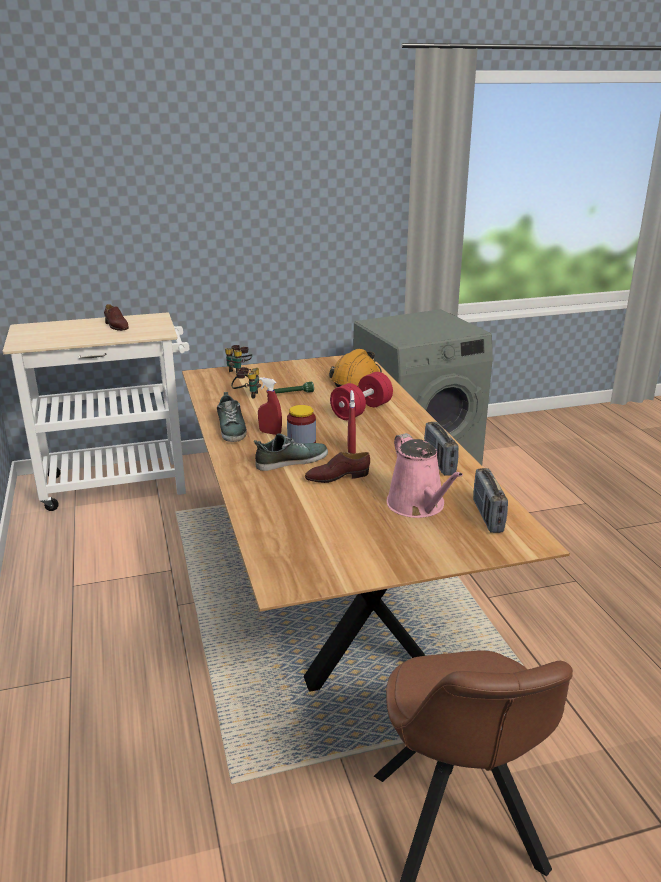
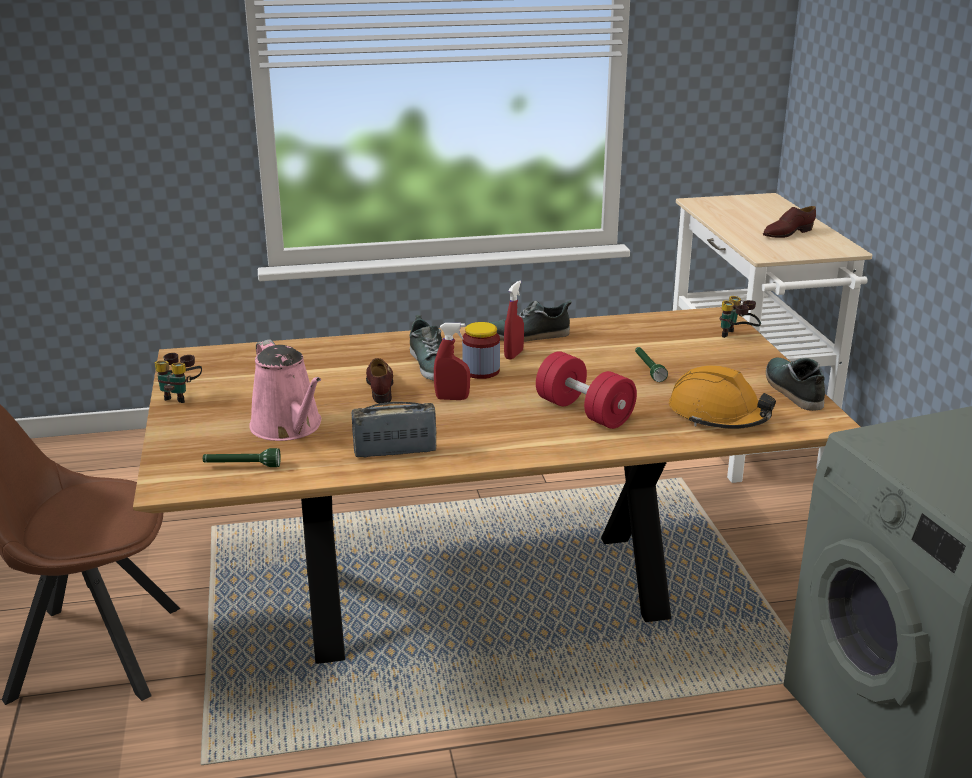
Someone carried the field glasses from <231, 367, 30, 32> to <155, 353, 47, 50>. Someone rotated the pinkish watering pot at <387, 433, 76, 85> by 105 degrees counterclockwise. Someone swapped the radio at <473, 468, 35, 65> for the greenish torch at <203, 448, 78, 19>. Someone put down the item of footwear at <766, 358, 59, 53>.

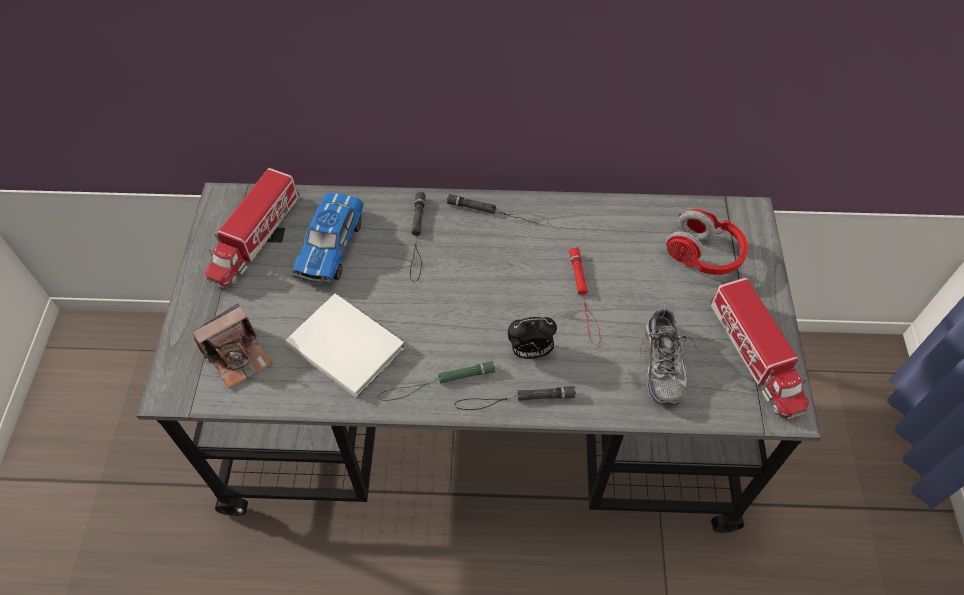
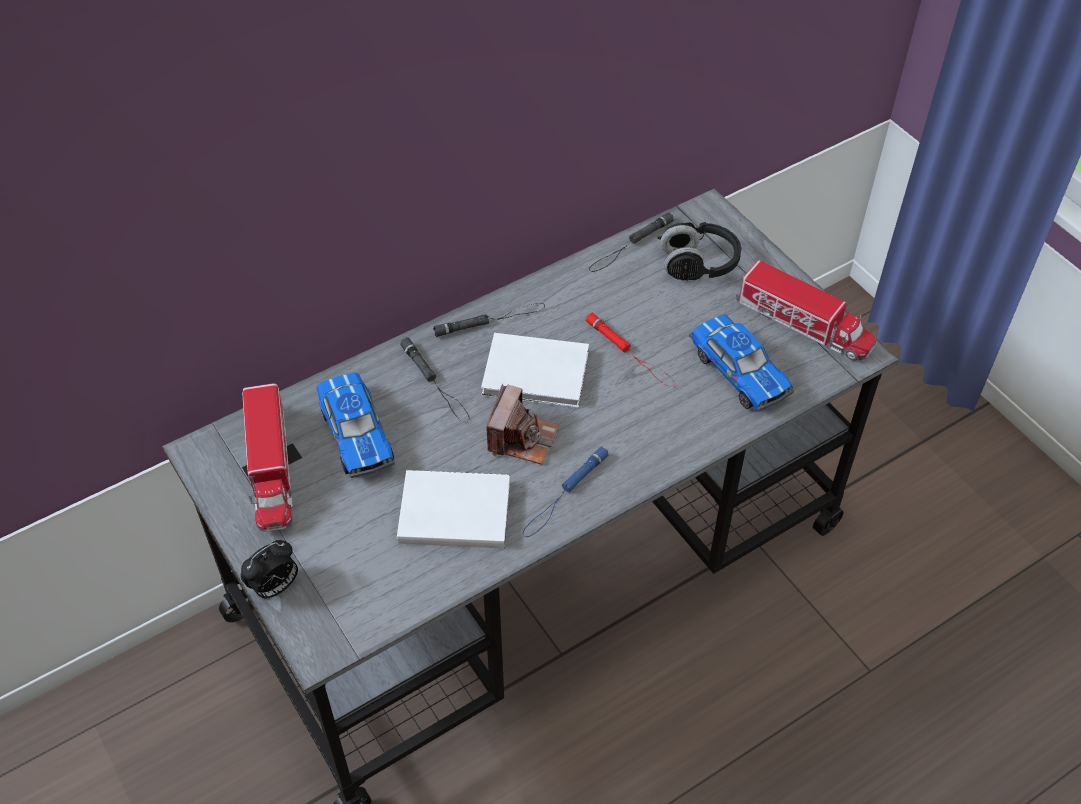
Someone repainted the red pair of headphones at <666, 209, 82, 66>, which became the black pair of headphones at <658, 222, 83, 59>. Someone swapped the item of footwear at <640, 302, 59, 104> for the model car at <689, 314, 105, 97>. Someone carried the still camera from <192, 303, 80, 86> to <486, 384, 73, 81>. Someone carried the bedside clock from <508, 317, 49, 42> to <241, 540, 57, 59>. Someone repainted the greenish torch at <378, 361, 117, 40>, which became the blue torch at <523, 446, 86, 91>. Someone carried the black torch from <454, 386, 122, 24> to <589, 212, 85, 60>. Someone put down the whitish bound book at <481, 333, 108, 75>.

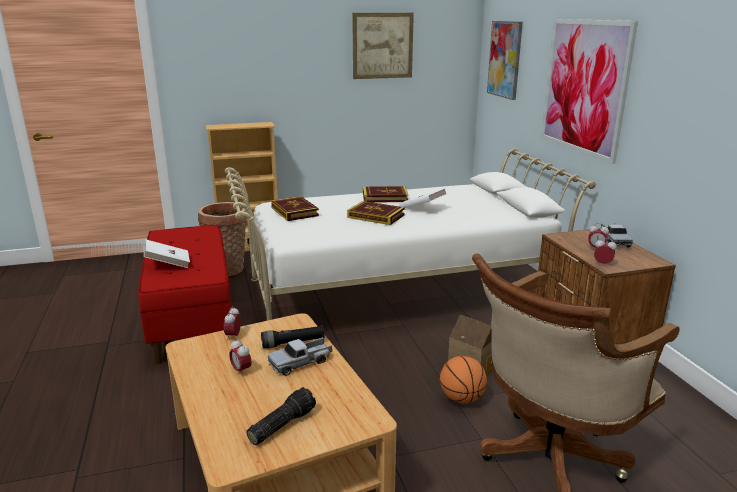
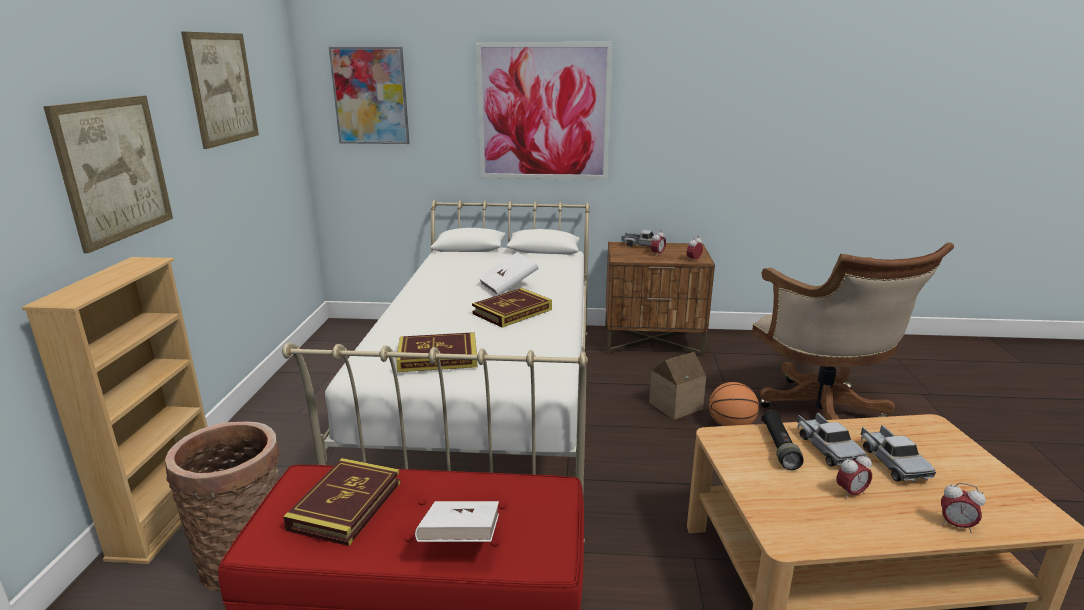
Someone carried the bound book from <363, 186, 45, 17> to <283, 458, 118, 88>. Someone carried the bedside clock from <224, 306, 17, 35> to <941, 483, 45, 50>. Someone took away the torch at <247, 387, 69, 58>. Someone put up the picture at <43, 96, 130, 157>. Someone put down the toy lorry at <861, 425, 75, 57>.

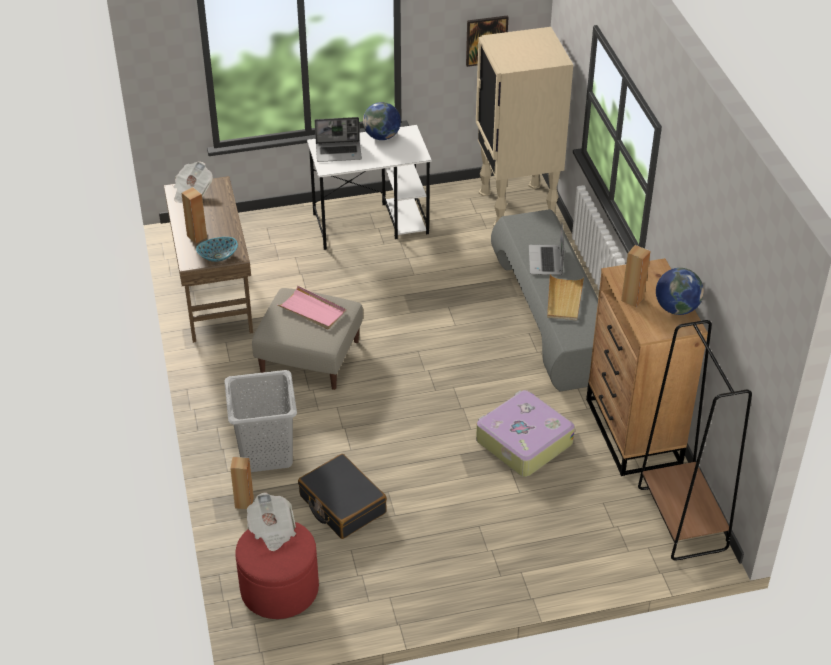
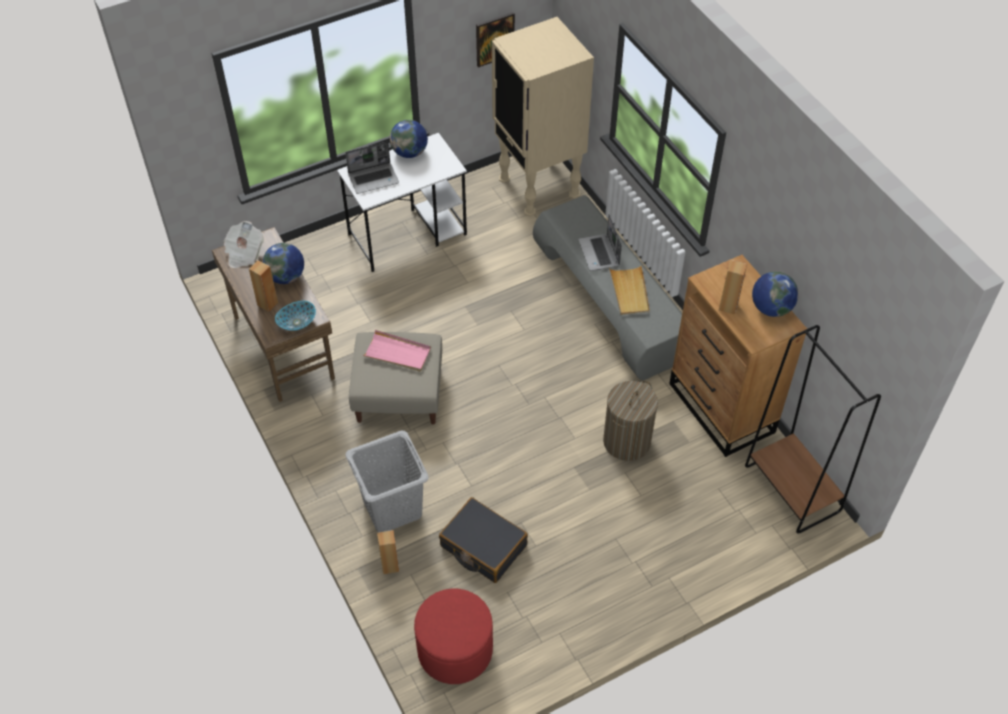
Someone swapped the piece of luggage at <476, 390, 99, 87> for the laundry basket at <603, 381, 55, 80>. Someone took away the newspaper at <247, 492, 49, 59>. Someone put down the desk globe at <263, 243, 41, 41>.

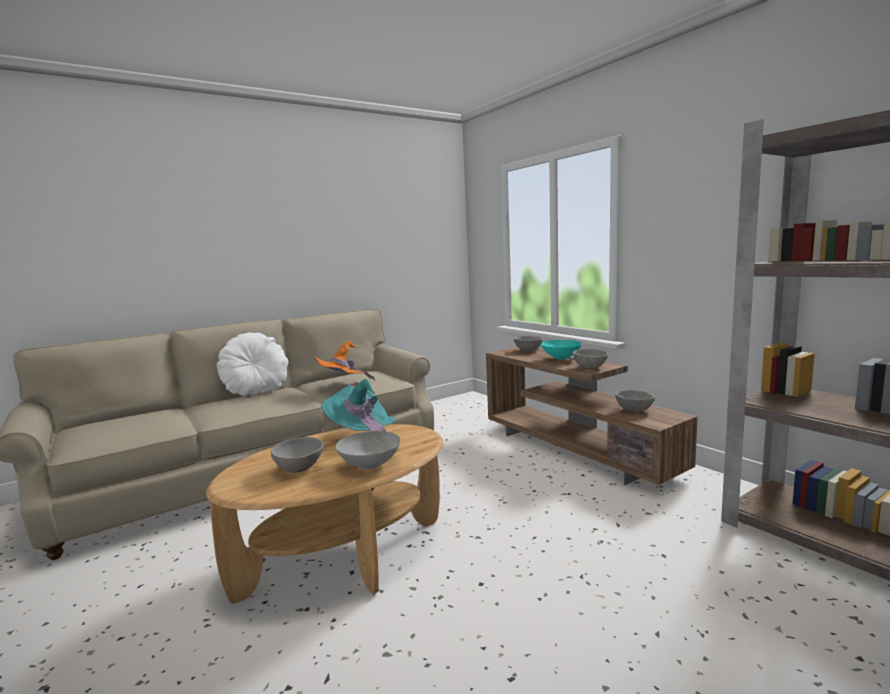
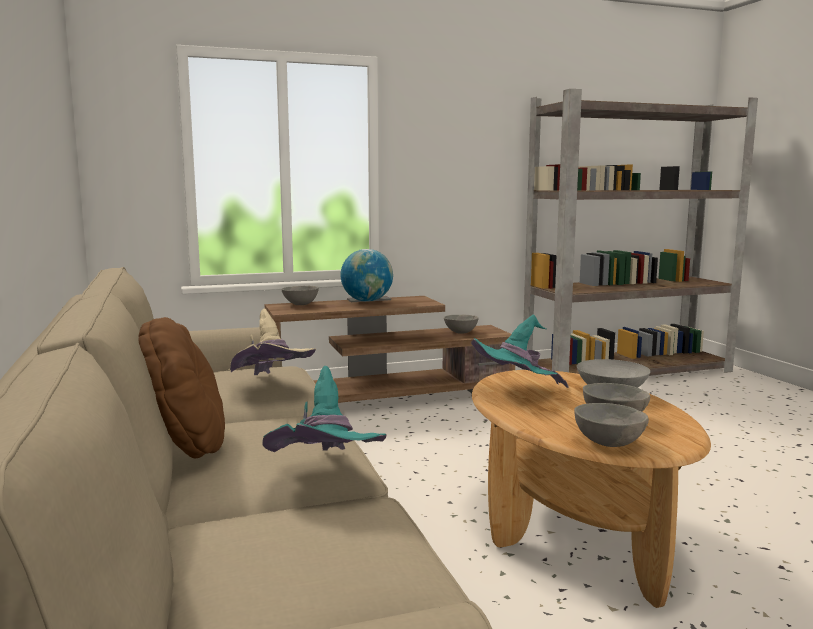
Someone repainted the whitish throw pillow at <217, 332, 71, 64>, which became the brown throw pillow at <138, 317, 87, 141>. Someone repainted the orangey wearable hat at <314, 340, 61, 41>, which became the beige-coloured wearable hat at <229, 308, 87, 67>. Someone swapped the blue-green deep dish at <541, 340, 41, 19> for the desk globe at <340, 249, 53, 53>. Someone carried the gray deep dish from <573, 349, 35, 20> to <574, 403, 75, 44>. Someone put down the blue-green wearable hat at <262, 366, 124, 86>.

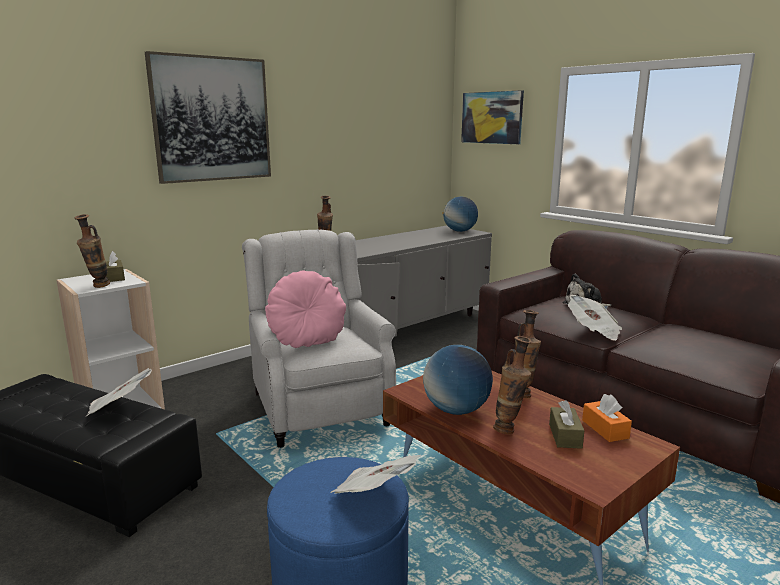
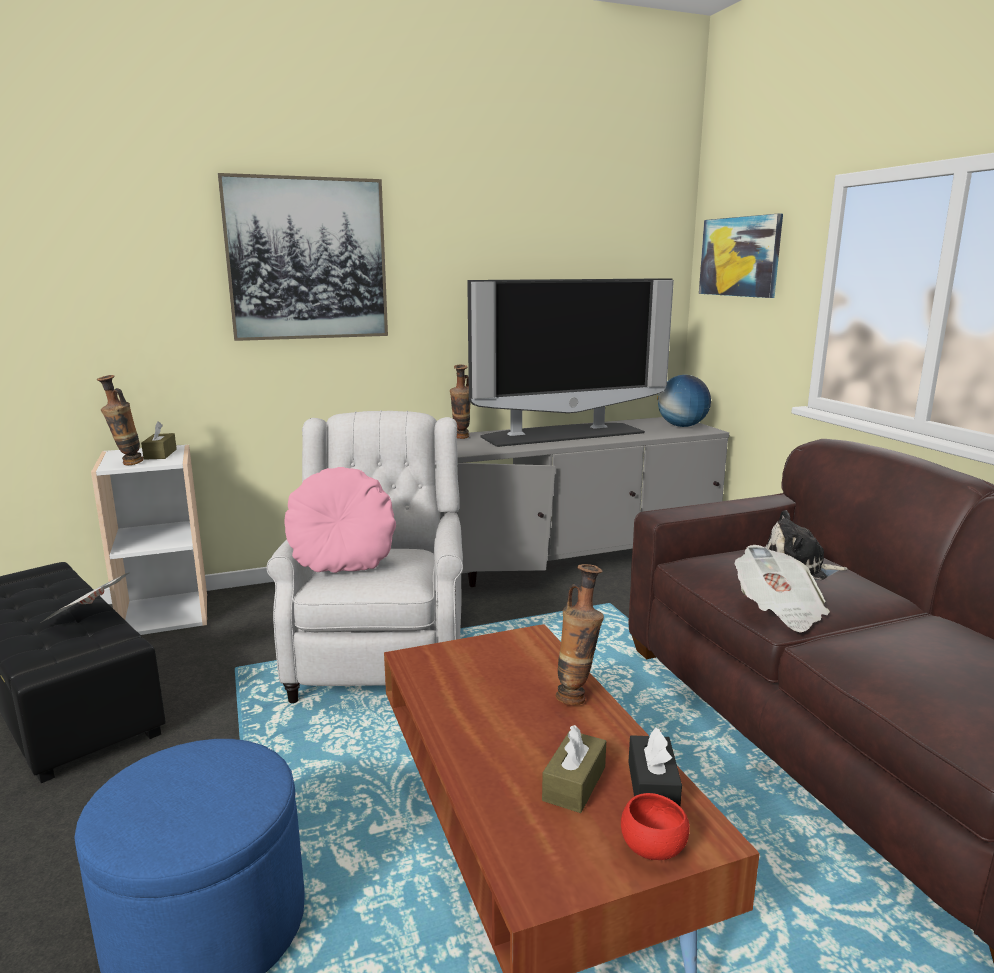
Someone took away the flower vase at <493, 336, 39, 98>. Someone took away the desk globe at <423, 345, 70, 70>. Someone repainted the orangey box of tissues at <582, 394, 50, 48>, which became the black box of tissues at <628, 727, 54, 79>. Someone took away the newspaper at <330, 455, 91, 38>. Someone put down the TV set at <467, 278, 207, 169>. Someone put down the red deep dish at <621, 793, 69, 67>.

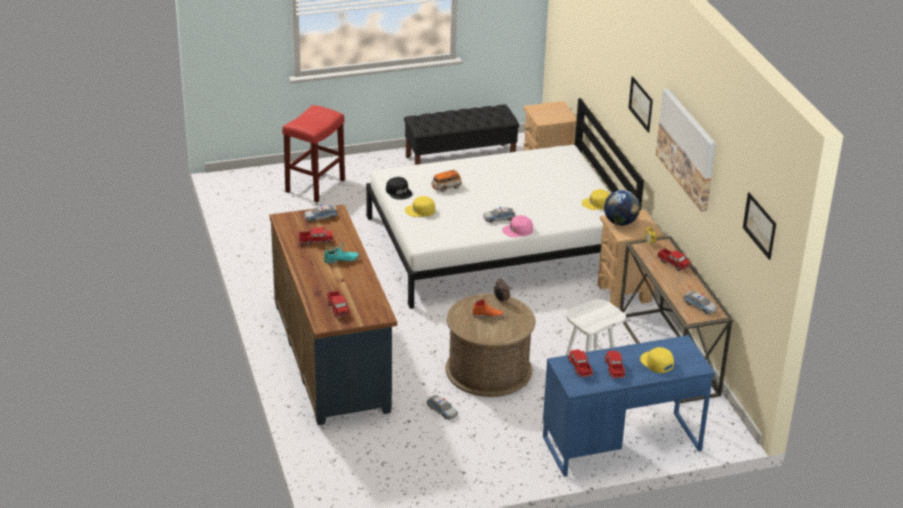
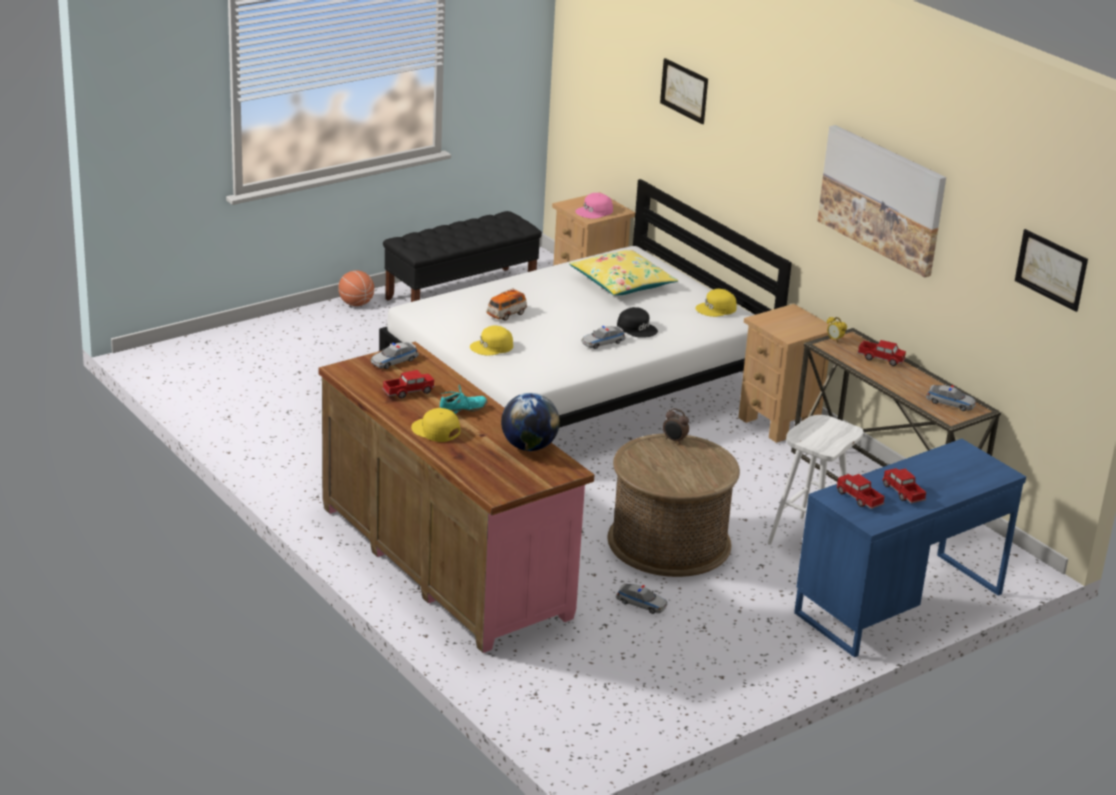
Someone carried the picture from <628, 76, 25, 57> to <660, 58, 48, 66>. Someone took away the red stool at <282, 105, 63, 98>. Someone carried the black cap from <386, 177, 26, 23> to <617, 307, 41, 31>. Someone carried the desk globe from <604, 190, 36, 36> to <501, 393, 59, 58>. Someone repainted the blue drawer chest at <270, 204, 127, 221>, which became the pinkish drawer chest at <318, 342, 276, 311>. Someone carried the pinkish cap from <502, 215, 31, 22> to <575, 193, 38, 26>. Someone took away the toy lorry at <327, 291, 23, 26>. Someone took away the orangey item of footwear at <472, 299, 32, 19>. Someone carried the yellow cap from <640, 347, 34, 26> to <411, 408, 49, 34>. Someone put down the yellow throw pillow at <569, 250, 109, 45>. Someone put down the basketball ball at <338, 271, 36, 35>.

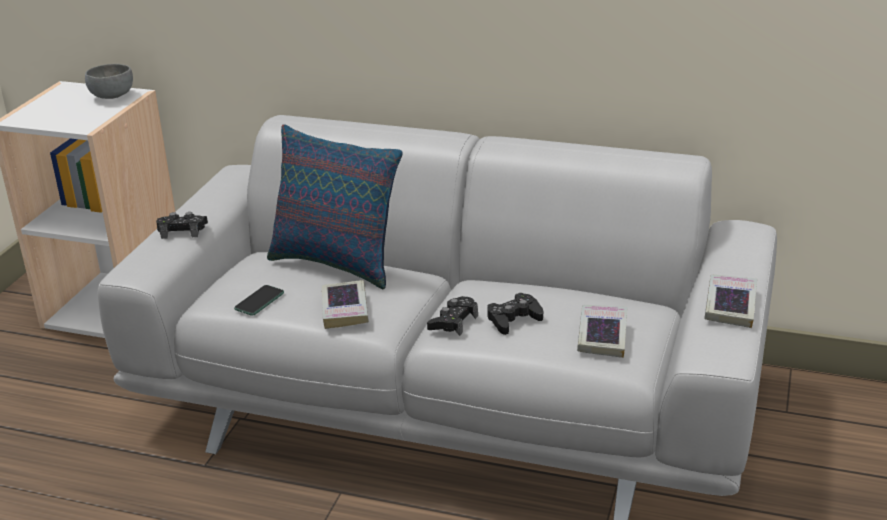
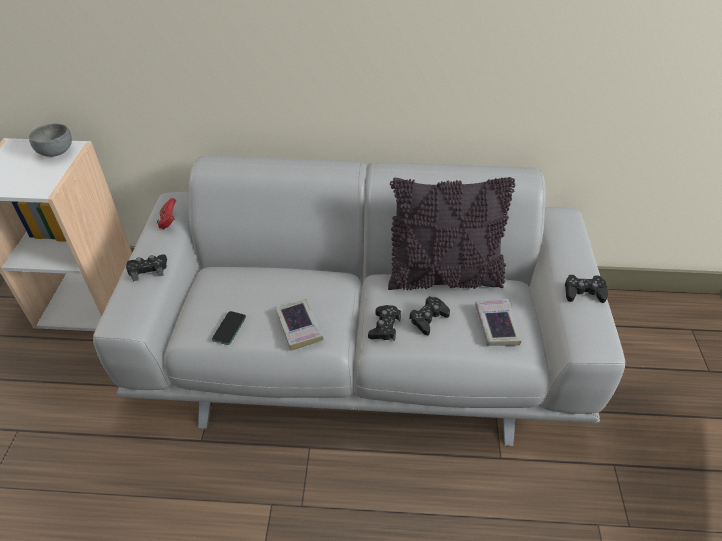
Someone took away the blue throw pillow at <267, 124, 136, 165>. Someone swapped the bound book at <704, 275, 53, 53> for the black gamepad at <565, 275, 43, 28>. Someone put down the black throw pillow at <388, 177, 127, 113>. Someone put down the red gamepad at <157, 198, 19, 31>.

